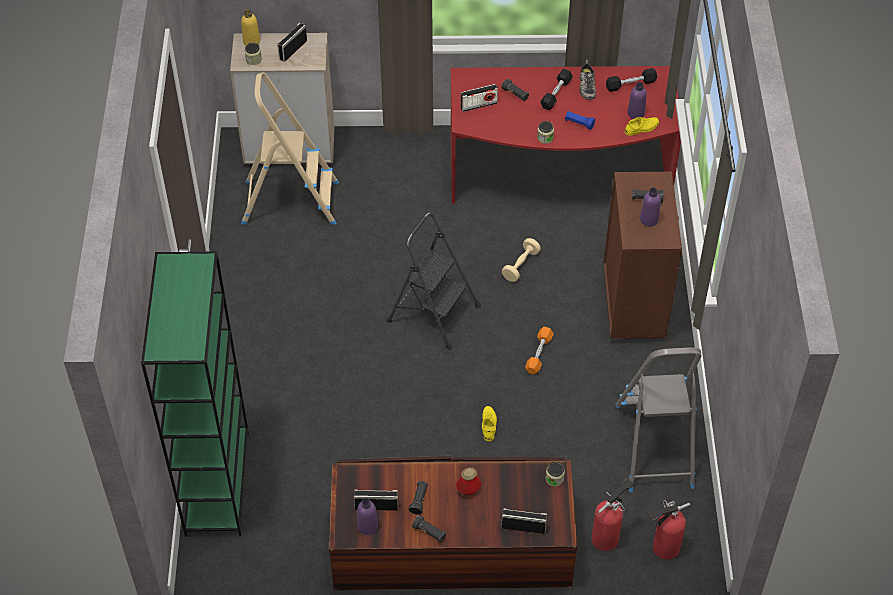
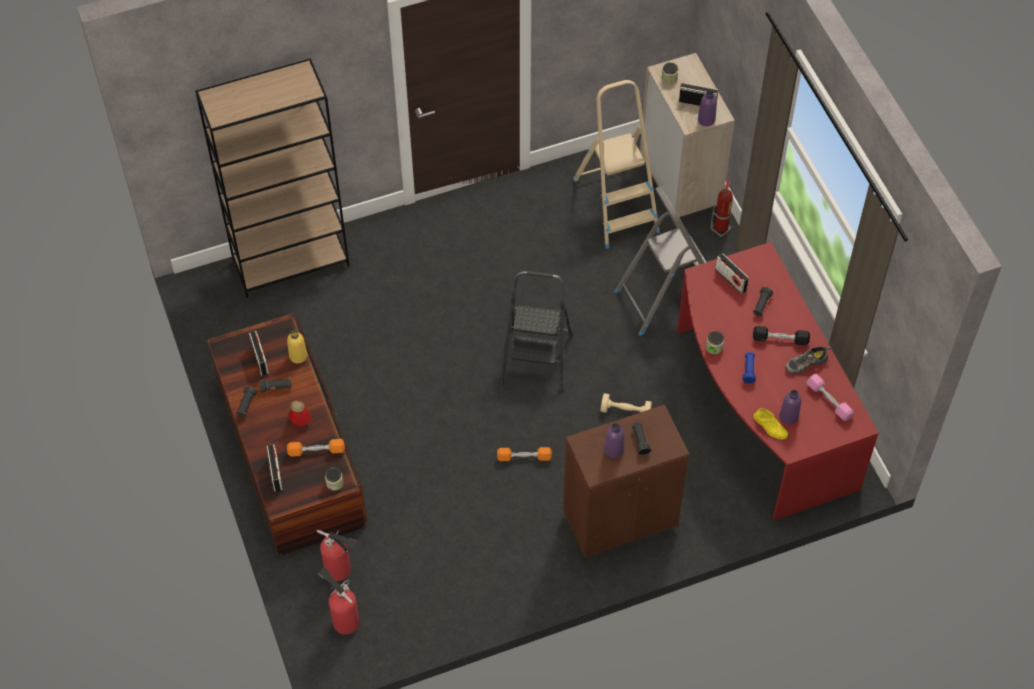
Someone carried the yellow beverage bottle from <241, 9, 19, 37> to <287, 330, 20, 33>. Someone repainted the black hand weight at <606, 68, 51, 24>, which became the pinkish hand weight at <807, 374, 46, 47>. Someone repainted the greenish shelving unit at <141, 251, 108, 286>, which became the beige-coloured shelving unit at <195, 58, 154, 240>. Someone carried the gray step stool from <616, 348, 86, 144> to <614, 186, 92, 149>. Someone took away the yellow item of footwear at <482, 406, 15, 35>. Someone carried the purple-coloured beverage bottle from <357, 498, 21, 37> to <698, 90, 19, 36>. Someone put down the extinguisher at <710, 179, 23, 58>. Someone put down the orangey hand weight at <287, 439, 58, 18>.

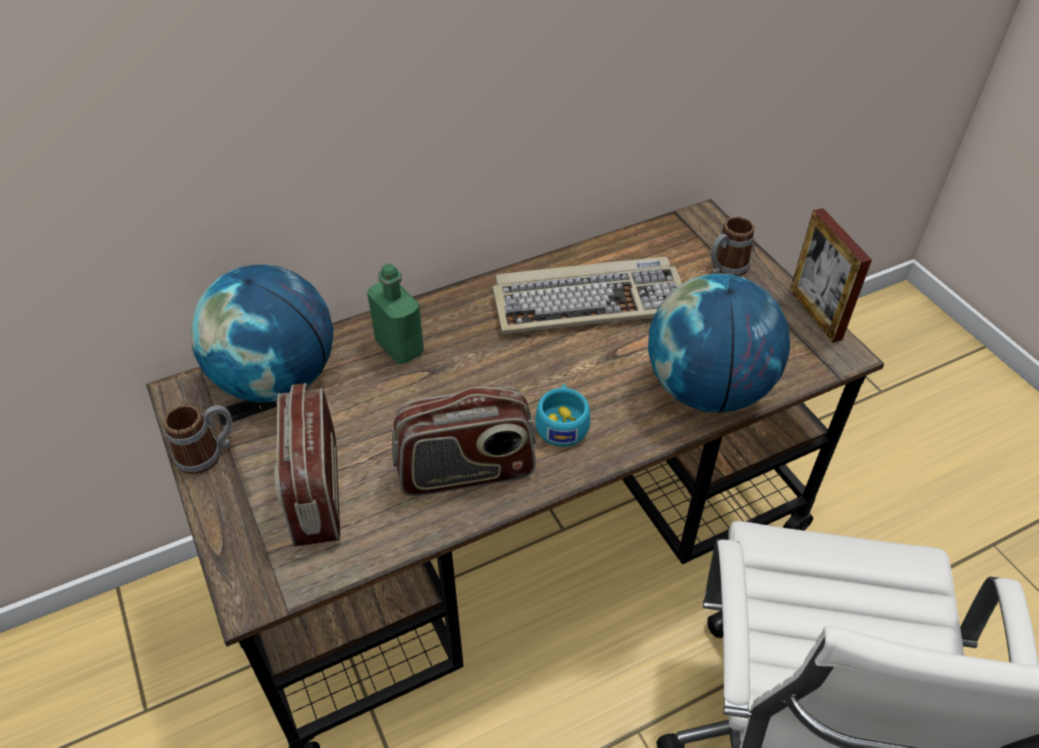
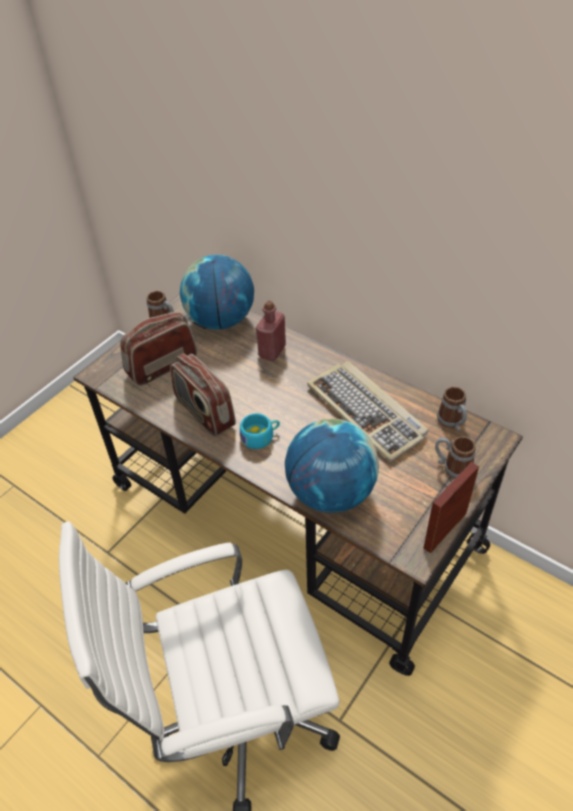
Someone repainted the greenish beverage bottle at <367, 263, 57, 101>, which became the red beverage bottle at <256, 301, 30, 60>. Someone put down the tea mug at <437, 387, 30, 44>.

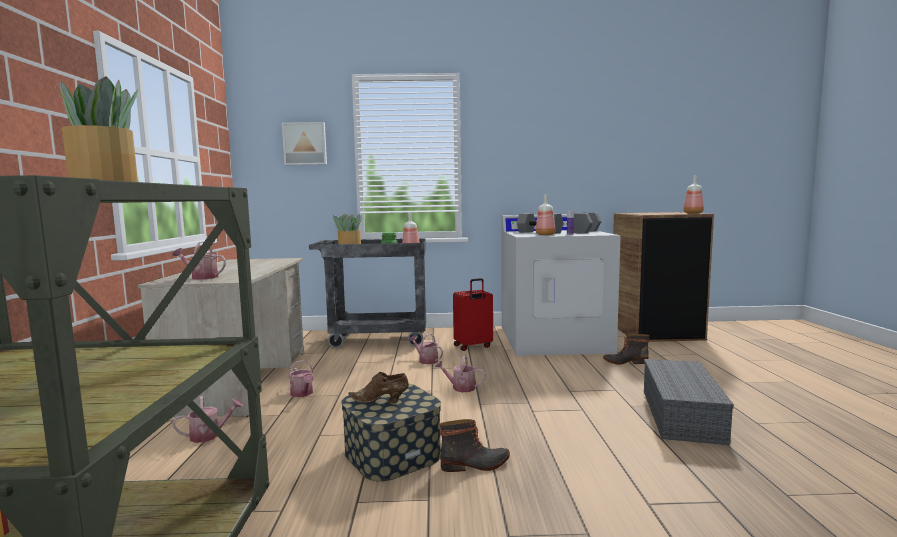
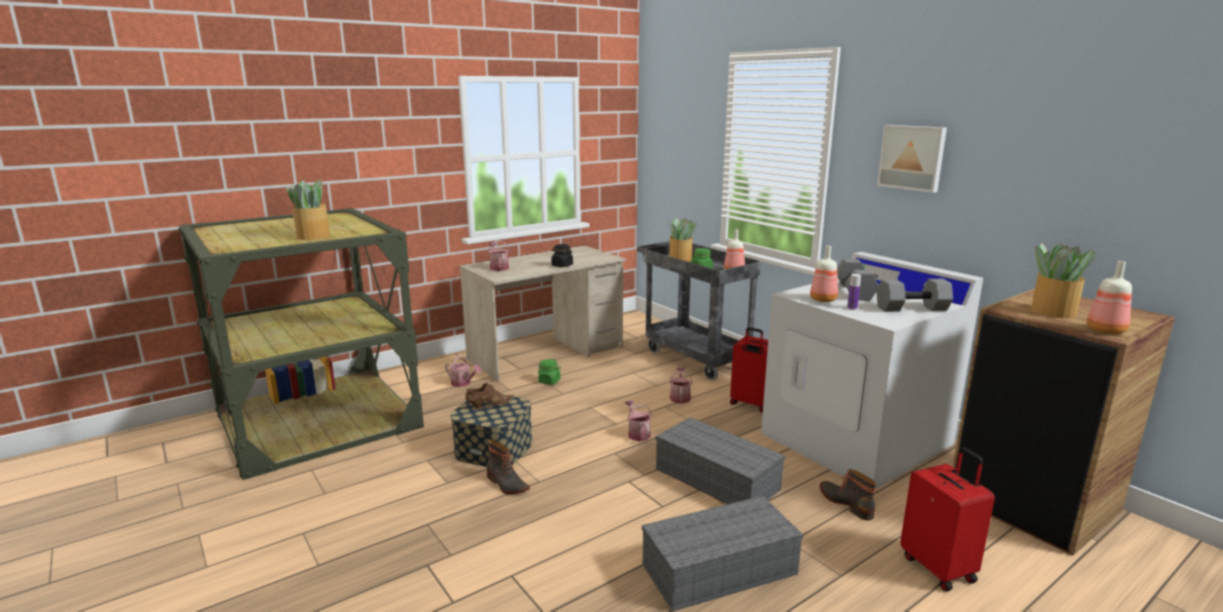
Someone carried the picture from <282, 122, 45, 43> to <877, 125, 70, 68>. Someone swapped the watering pot at <288, 360, 26, 37> for the greenish jar at <538, 359, 23, 26>. Someone rotated the brown item of footwear at <348, 372, 61, 31> by 90 degrees clockwise. Someone put down the houseplant at <1031, 243, 65, 76>. Someone put down the black jar at <551, 244, 22, 23>. Someone put down the gray storage container at <656, 417, 129, 87>. Someone put down the red piece of luggage at <900, 447, 95, 144>.

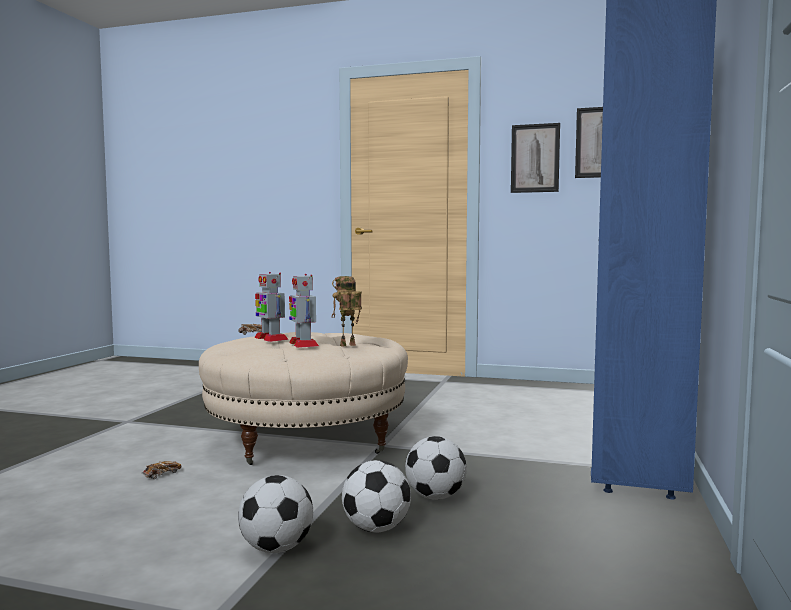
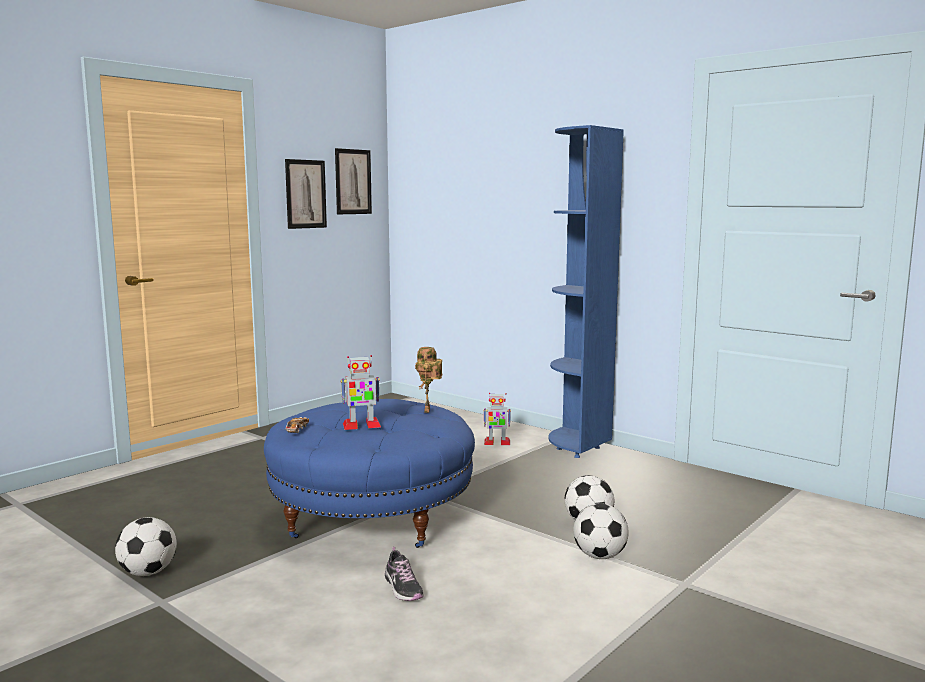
Someone carried the robot figure from <289, 274, 30, 74> to <483, 393, 28, 52>. Someone repainted the beige-coloured pouffe at <199, 332, 209, 133>, which became the blue pouffe at <264, 399, 211, 149>. Someone carried the ball for football from <405, 436, 62, 64> to <115, 517, 62, 59>. Someone swapped the model car at <142, 461, 40, 18> for the item of footwear at <385, 547, 39, 54>.

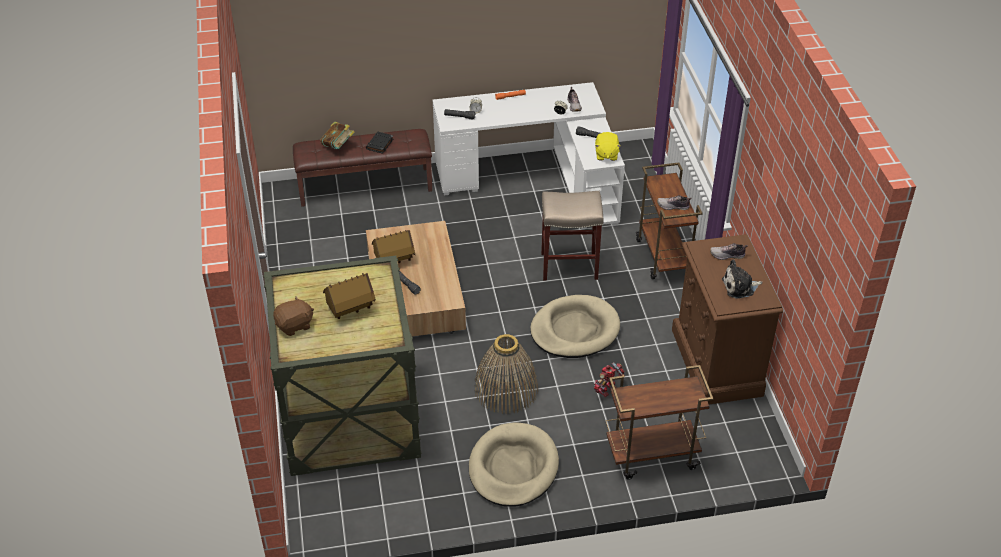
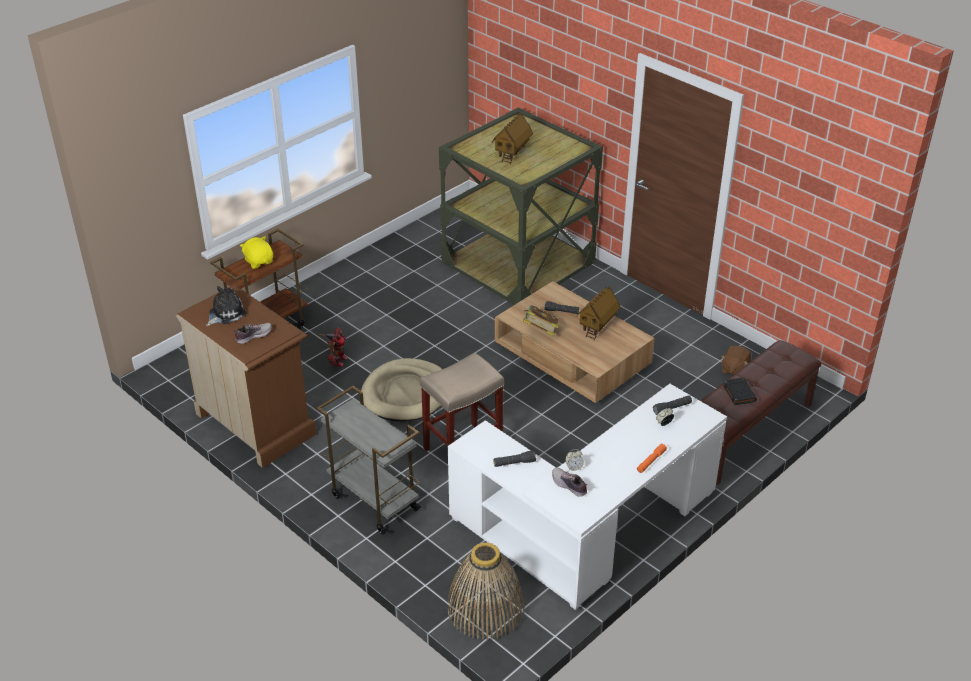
Someone carried the bound book from <320, 121, 35, 28> to <523, 305, 36, 31>. Someone carried the yellow soft toy from <595, 132, 26, 29> to <240, 236, 33, 33>. Someone repainted the brown cart at <636, 163, 67, 116>, which became the gray cart at <317, 386, 105, 149>. Someone took away the item of footwear at <657, 195, 35, 15>. Someone carried the brown soft toy from <273, 296, 41, 40> to <721, 346, 30, 28>. Someone carried the household basket from <475, 334, 63, 80> to <447, 542, 78, 98>. Someone took away the beige-coloured pet bed at <469, 423, 90, 84>.

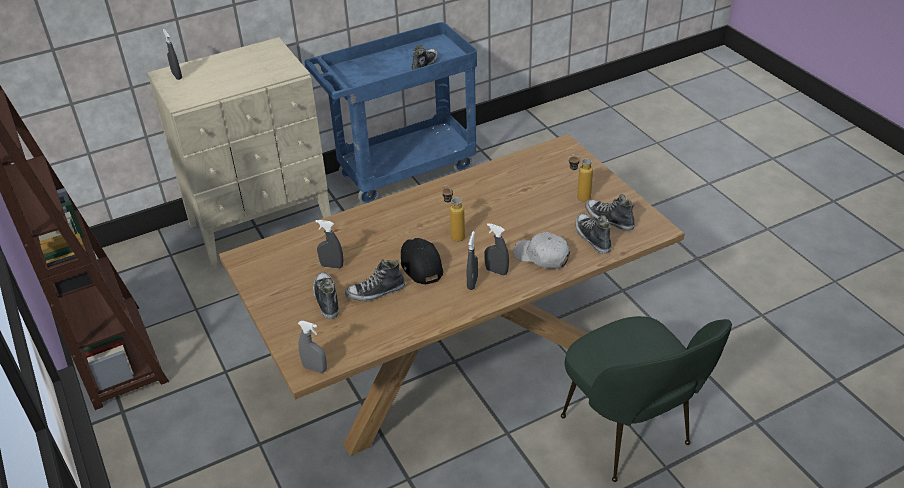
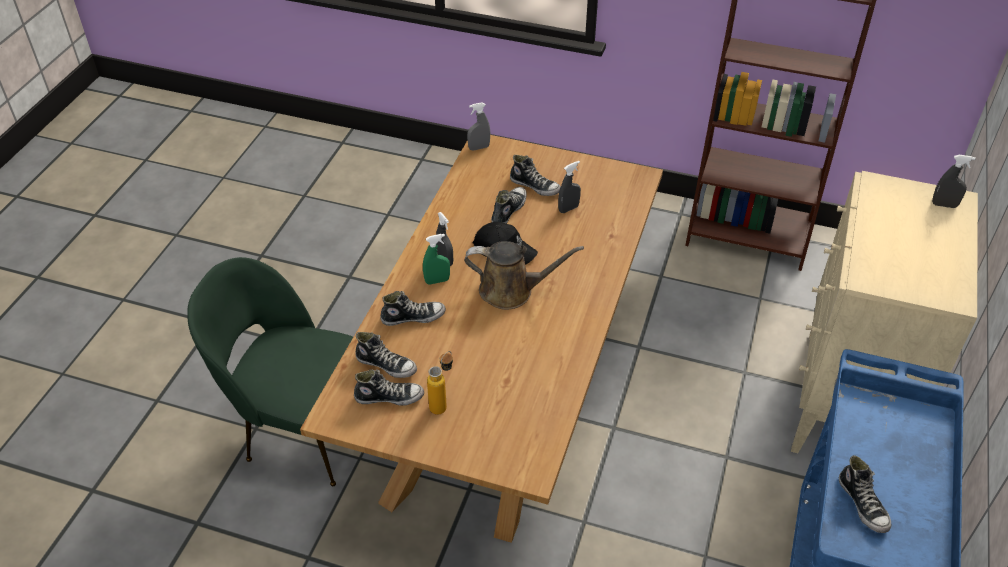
Someone swapped the beverage bottle at <442, 185, 23, 57> for the brown watering pot at <465, 241, 119, 69>. Someone repainted the gray hand sprayer at <484, 223, 25, 52>, which became the greenish hand sprayer at <423, 234, 27, 51>. Someone swapped the whitish cap at <513, 232, 57, 37> for the item of footwear at <380, 291, 66, 35>.

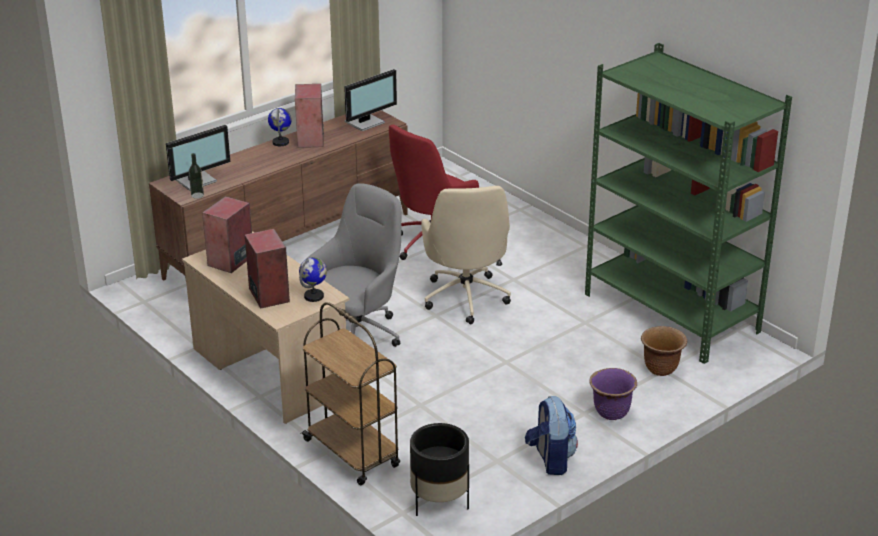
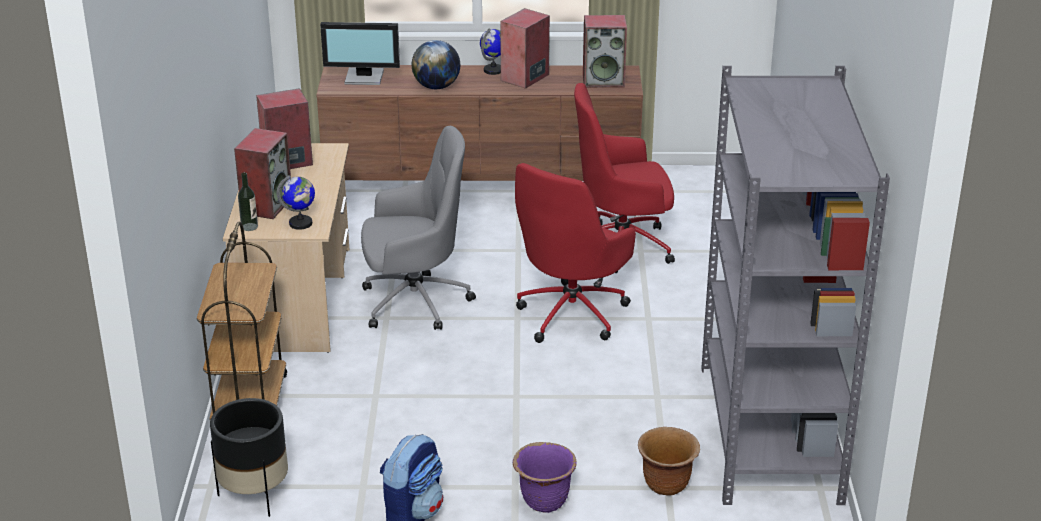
Someone repainted the greenish shelving unit at <585, 43, 207, 321>, which became the gray shelving unit at <701, 66, 189, 439>. Someone swapped the computer display at <344, 69, 53, 62> for the audio speaker at <583, 15, 44, 73>. Someone carried the beverage bottle from <189, 153, 15, 46> to <238, 172, 20, 59>. Someone repainted the beige-coloured office chair at <421, 186, 90, 138>, which became the red office chair at <515, 163, 121, 180>. Someone put down the desk globe at <412, 40, 48, 49>.

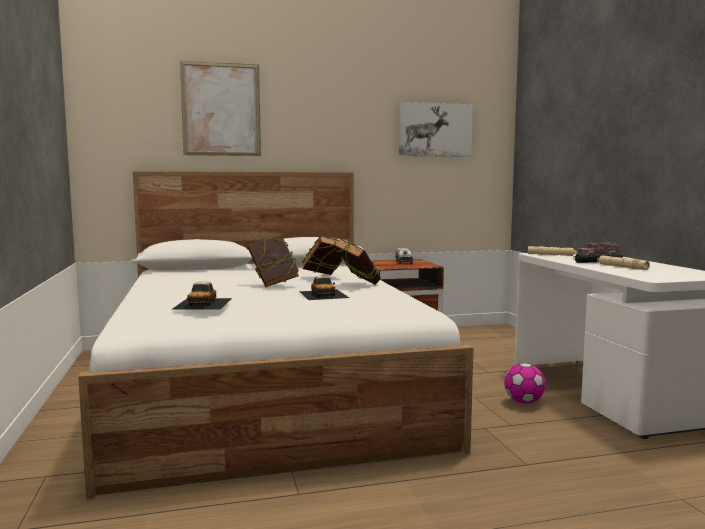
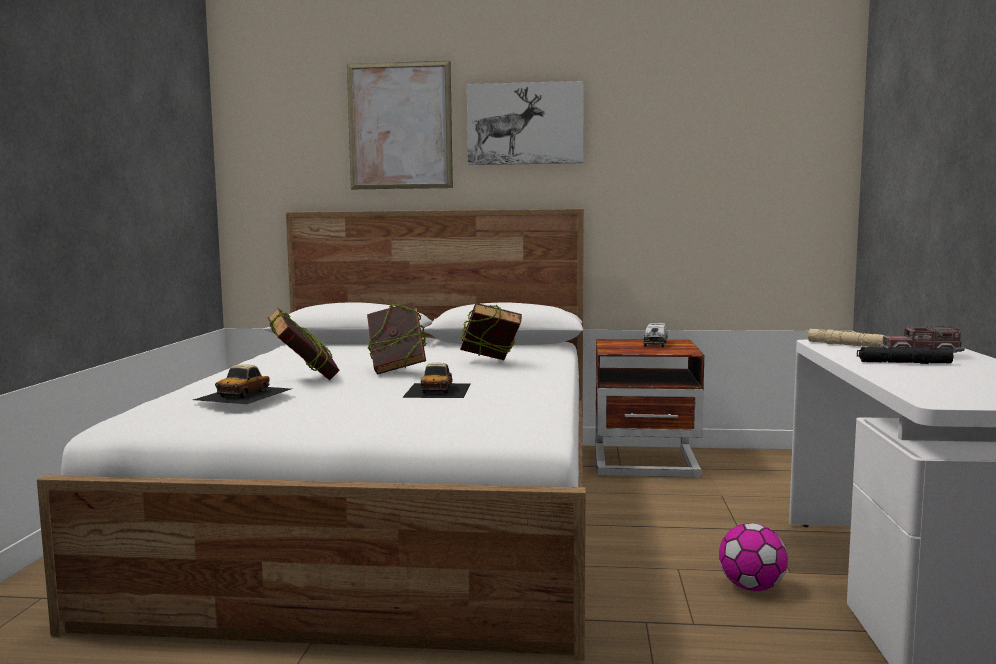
Someone carried the picture from <399, 102, 74, 55> to <467, 81, 117, 84>. Someone carried the bound book from <334, 238, 47, 47> to <267, 308, 73, 72>. Someone took away the beige-coloured torch at <597, 255, 53, 15>.

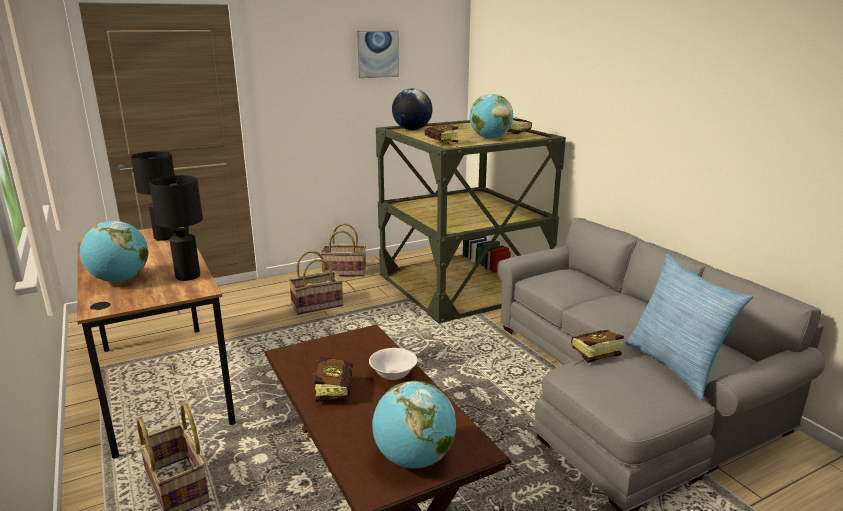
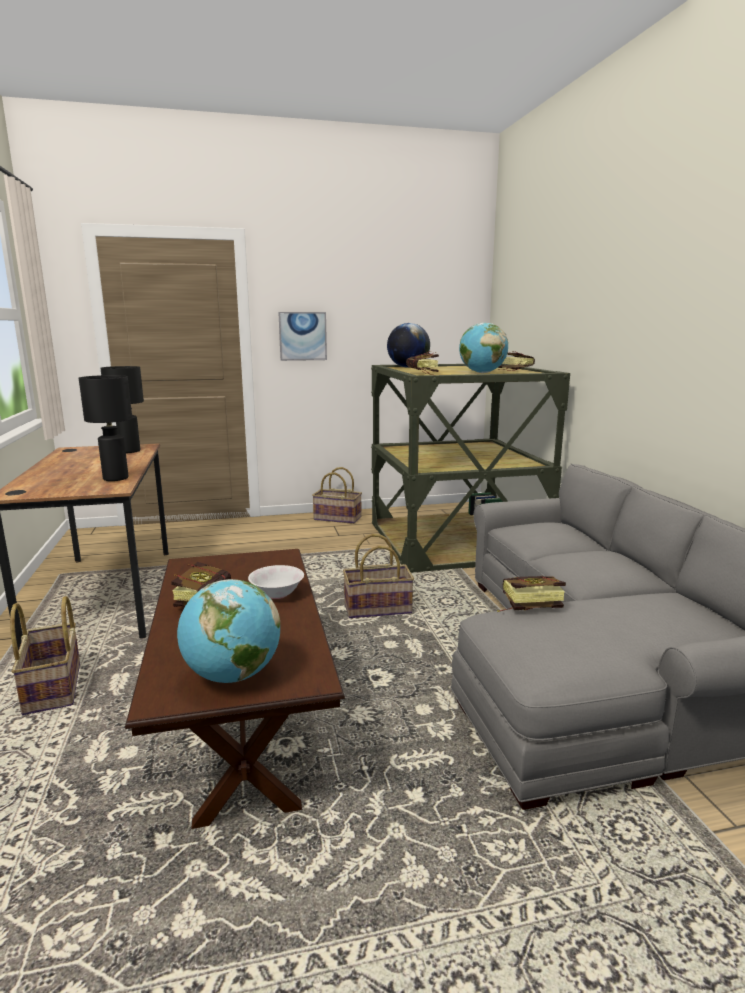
Someone carried the picture from <356, 30, 43, 48> to <278, 312, 49, 49>. Someone took away the desk globe at <80, 221, 68, 61>. Someone carried the household basket from <288, 251, 55, 64> to <343, 534, 71, 84>. Someone took away the throw pillow at <625, 254, 128, 146>.

